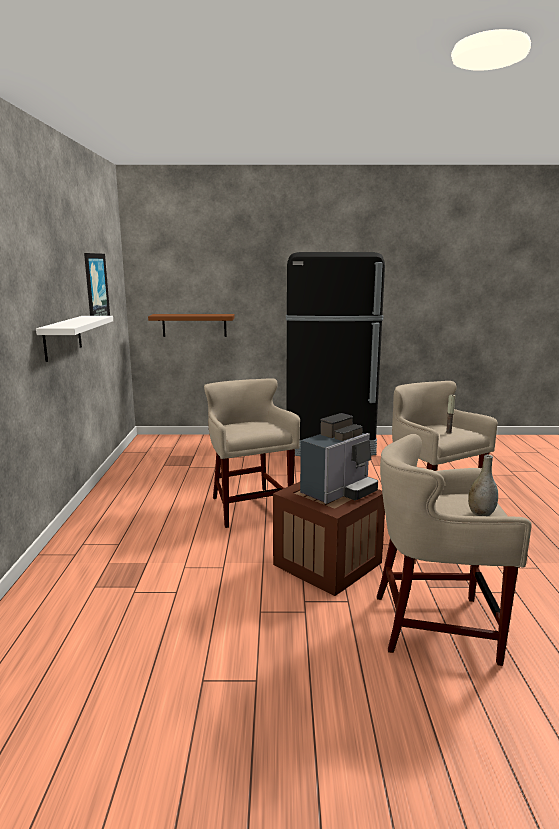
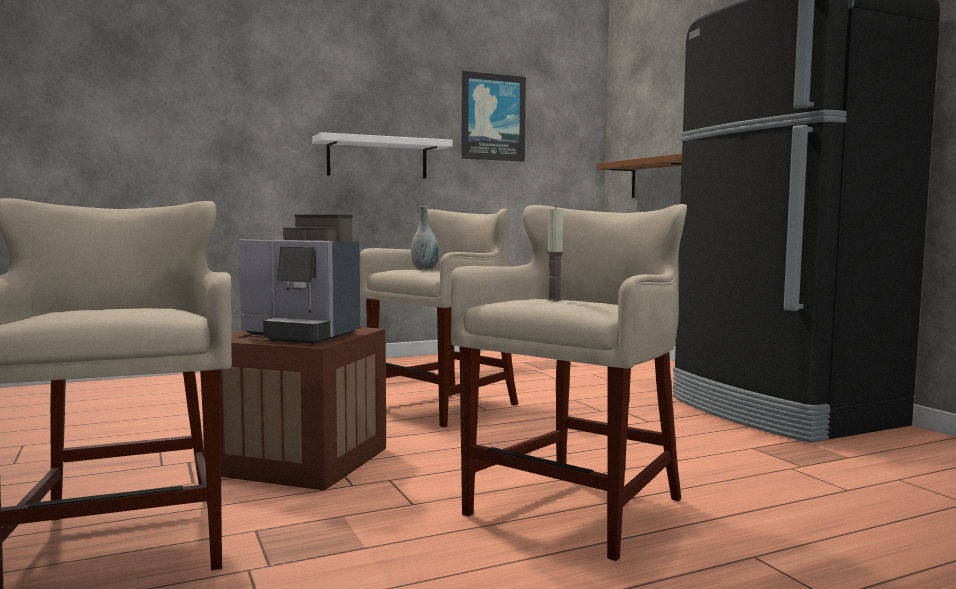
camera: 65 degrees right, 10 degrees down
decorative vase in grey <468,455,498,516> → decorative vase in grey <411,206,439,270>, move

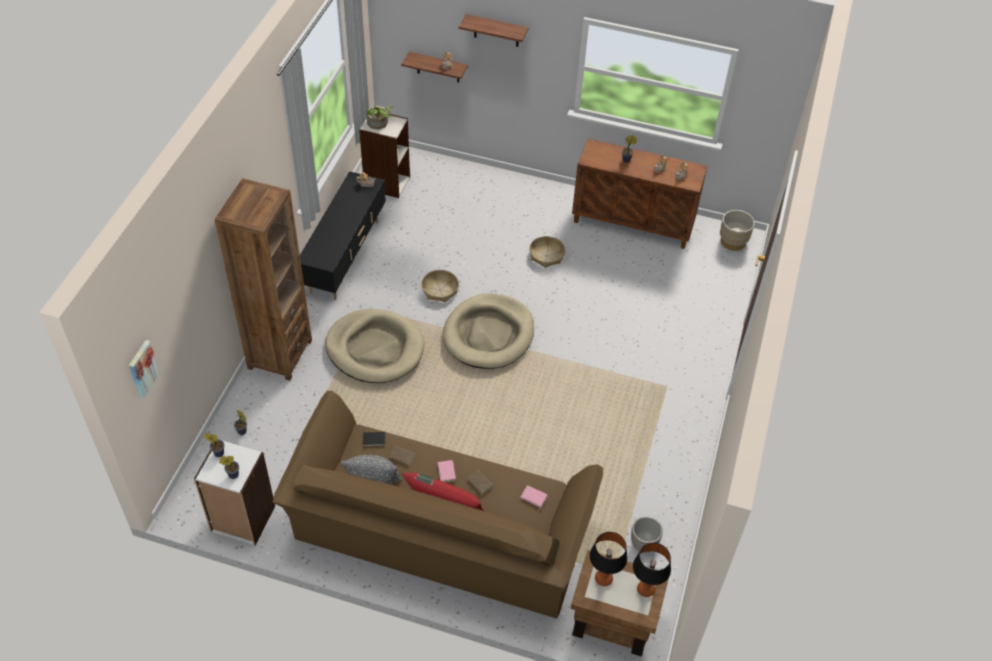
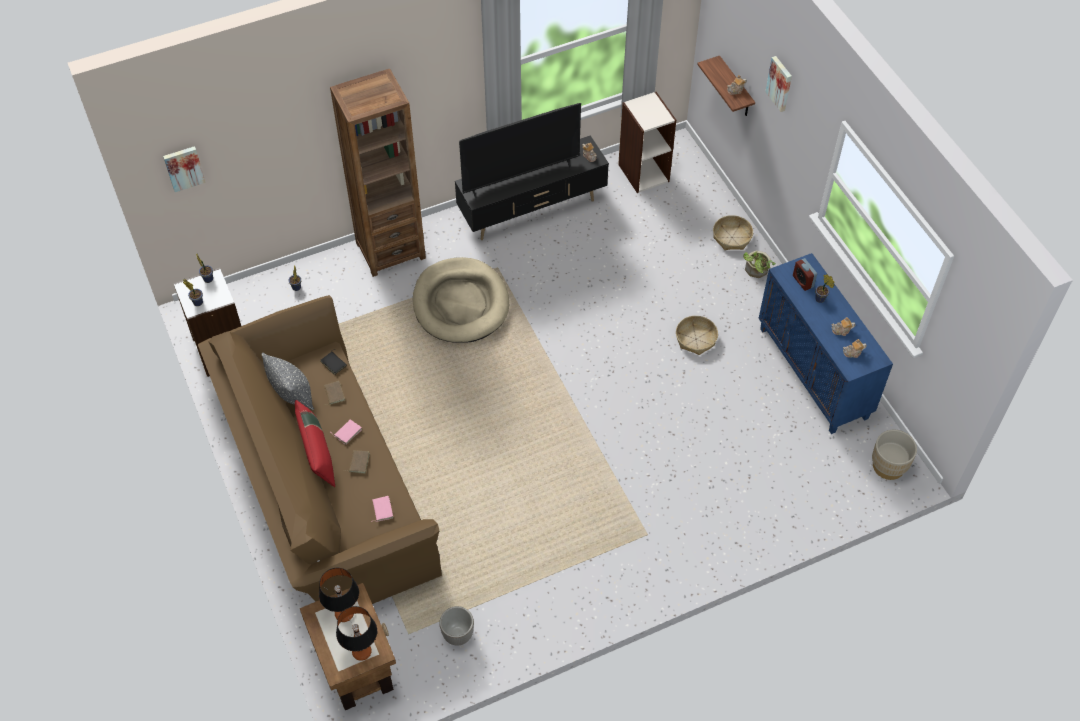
camera: 50 degrees right, 5 degrees up
pet bed in beige <443,293,534,369> → -
- → TV set <459,103,581,199>
- → alarm clock <793,258,817,291>
plant in a pot <366,106,393,130> → plant in a pot <743,250,776,278>, move
storage basket <421,270,459,302> → storage basket <713,215,753,250>, move
shelf <459,14,528,47> → wall art <765,56,792,112>
storage cabinet in brown <572,139,707,249> → storage cabinet in bluish <758,253,893,434>

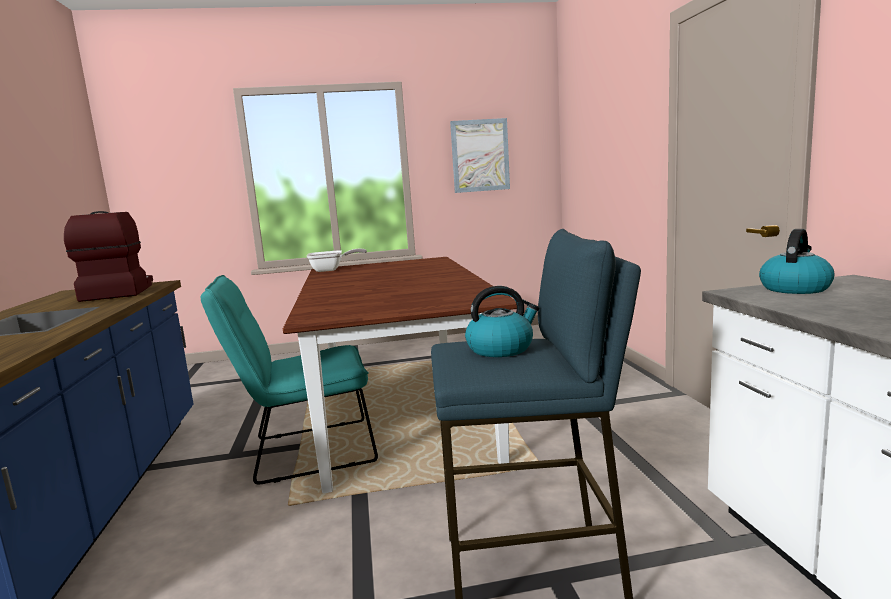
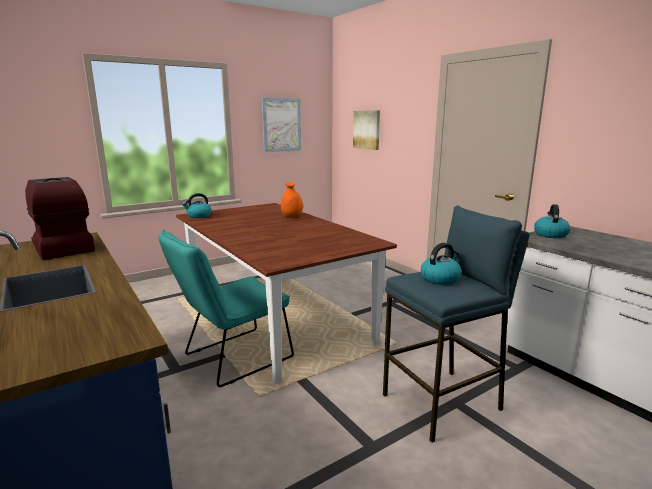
camera: 25 degrees left, 5 degrees up
- → decorative vase in orange <281,183,303,218>
- → wall art <353,110,380,150>
skillet <307,249,367,272> → tea kettle <182,193,211,218>

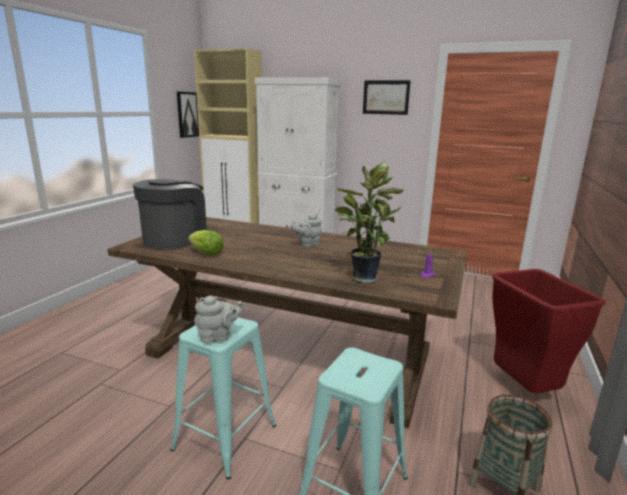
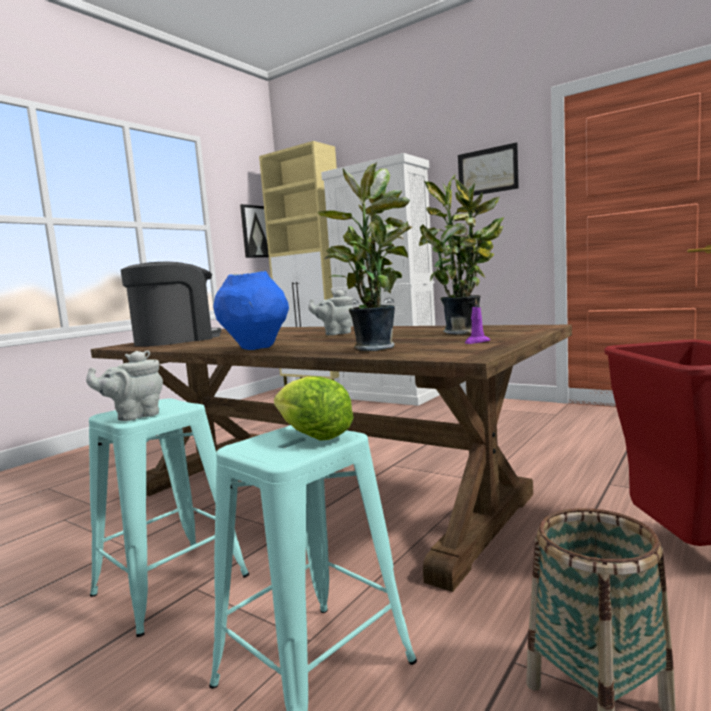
camera: 15 degrees right, 10 degrees down
- → decorative vase in bluish <213,271,289,350>
- → plant in a pot <419,174,504,335>
lettuce <188,230,224,256> → lettuce <274,376,354,441>, move
tea pot in grey <195,296,244,343> → tea pot in grey <86,350,163,421>, 150 degrees clockwise

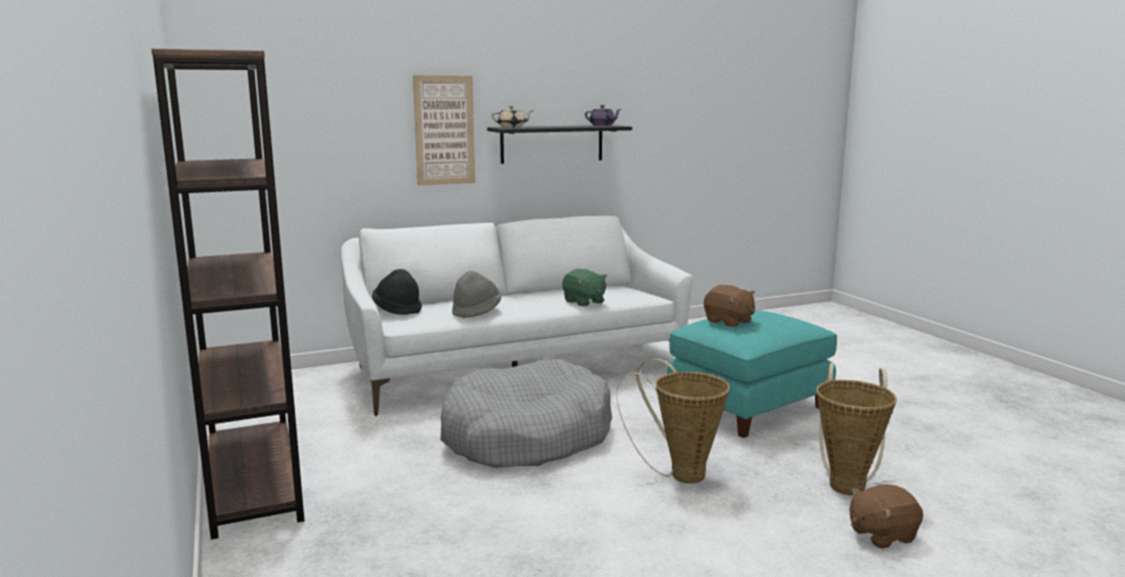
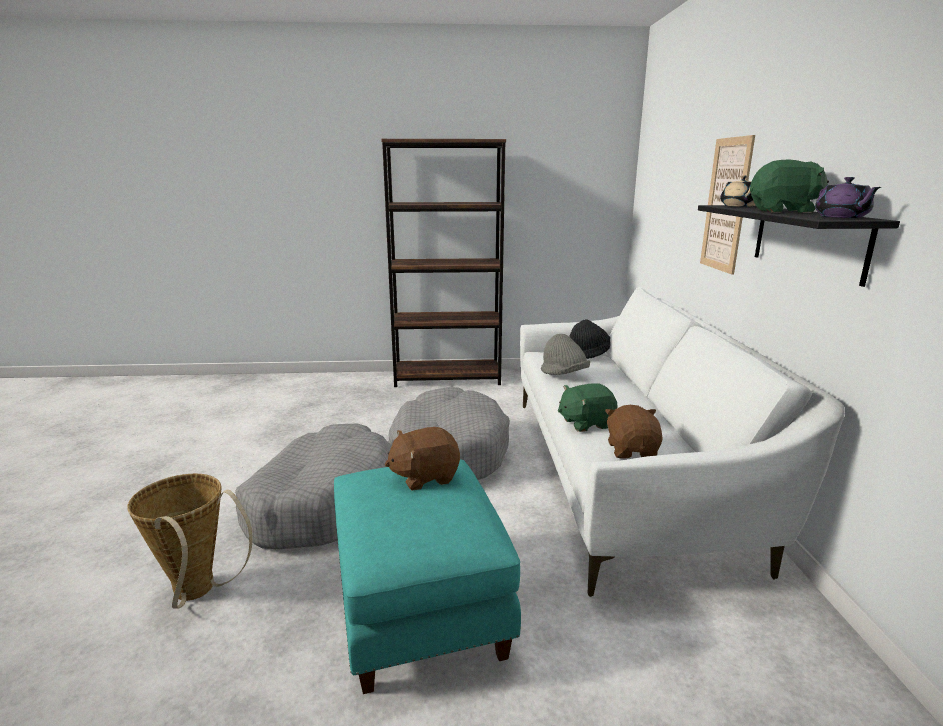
camera: 110 degrees right, 5 degrees up
- → cuddly toy in green-coloured <750,159,829,213>
cuddly toy in brown <850,484,923,549> → cuddly toy in brown <605,405,663,458>, move
storage basket <617,358,730,483> → pet bed in grey <235,424,391,549>

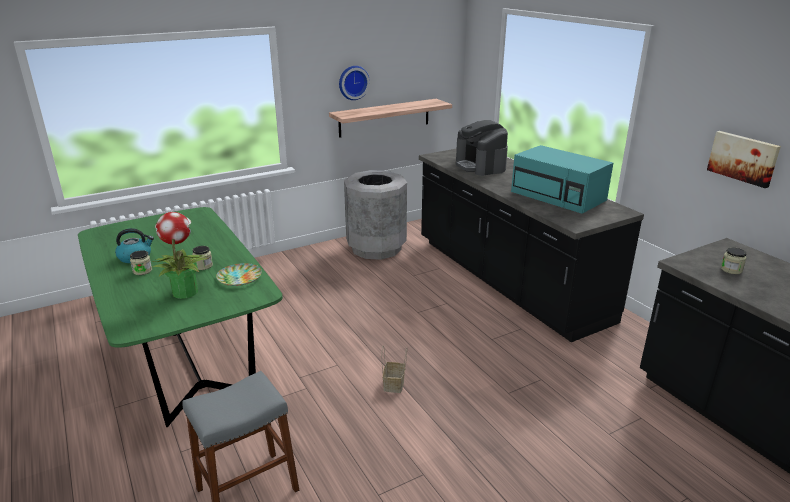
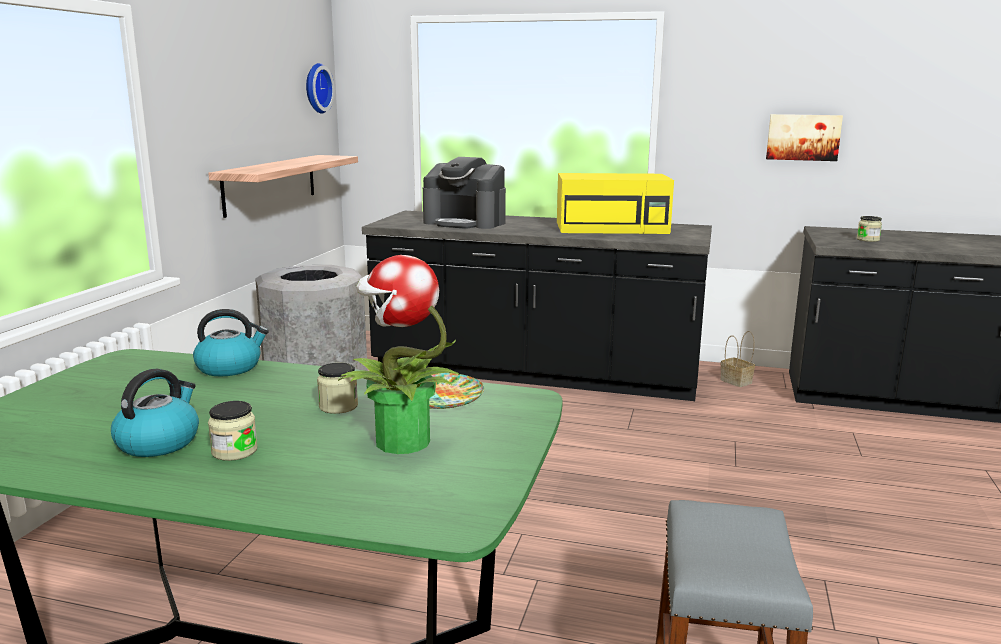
camera: 45 degrees left, 10 degrees down
- → tea kettle <193,309,269,376>
wall clock <339,66,370,100> → wall clock <306,63,335,114>, move
storage basket <382,345,407,393> → storage basket <720,331,755,387>, move
microwave oven in blue-green <511,145,613,214> → microwave oven in yellow-coloured <557,173,674,234>

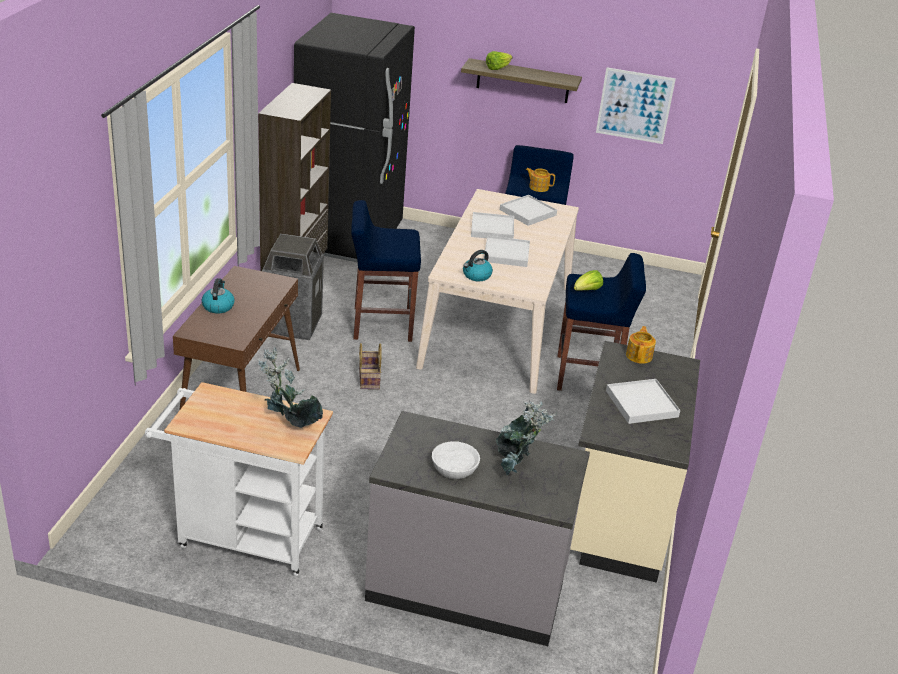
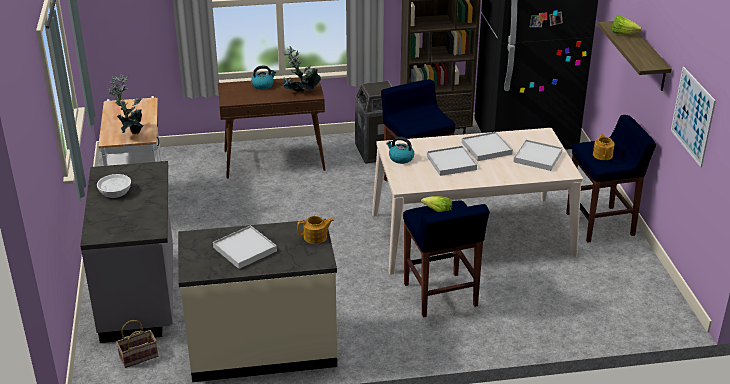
camera: 70 degrees right, 0 degrees up
storage basket <359,343,382,389> → storage basket <116,320,158,368>, move
plant in a pot <496,401,557,475> → plant in a pot <281,46,321,92>, move

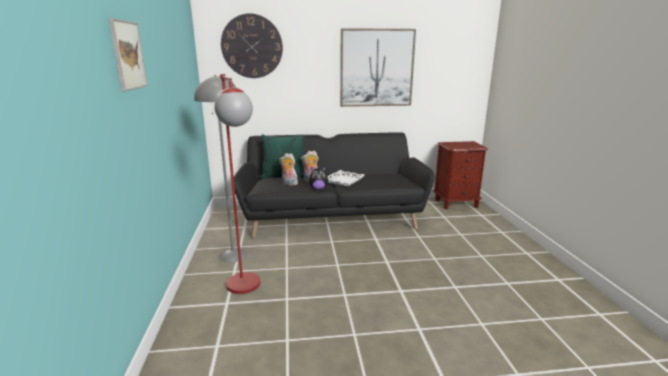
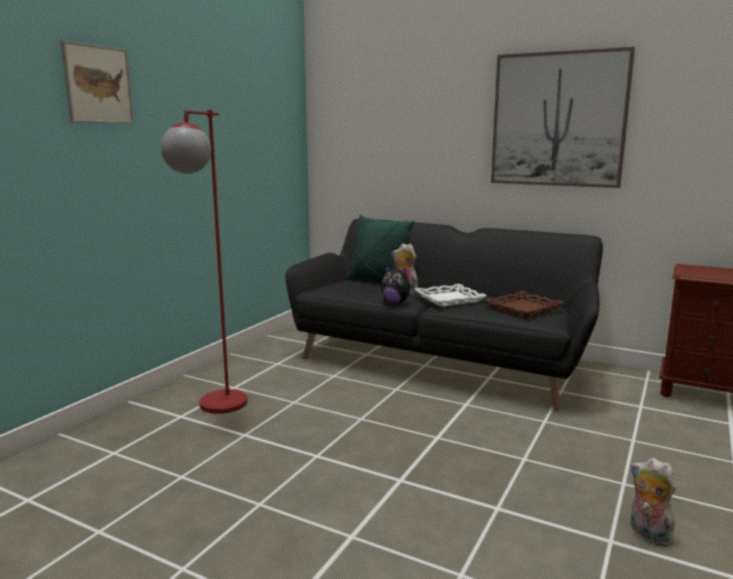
camera: 35 degrees right, 5 degrees down
standing lamp in grey <194,75,248,263> → -
wall clock <221,13,283,78> → -
- → tray in brown <485,291,564,318>
cuddly toy <279,153,298,185> → cuddly toy <630,458,677,546>, move

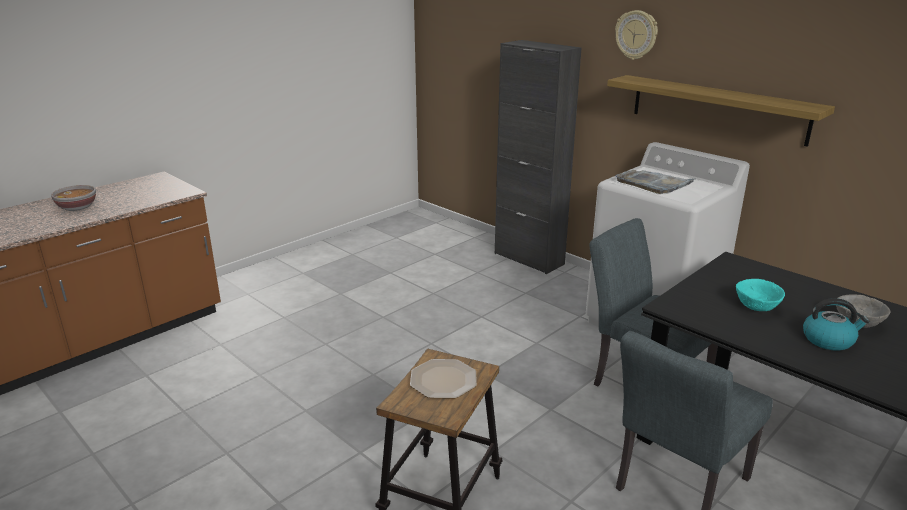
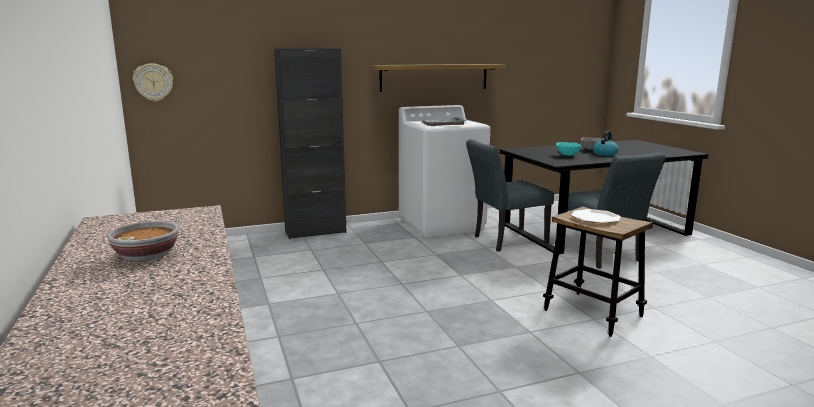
camera: 65 degrees left, 10 degrees down
wall clock <615,10,658,60> → wall clock <133,63,173,102>, move

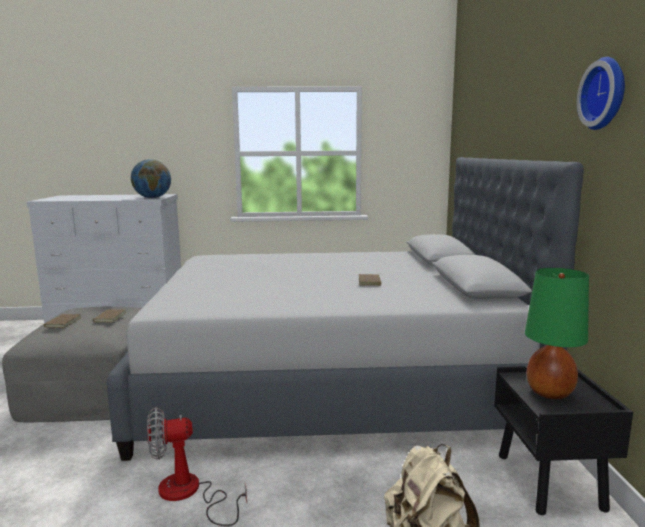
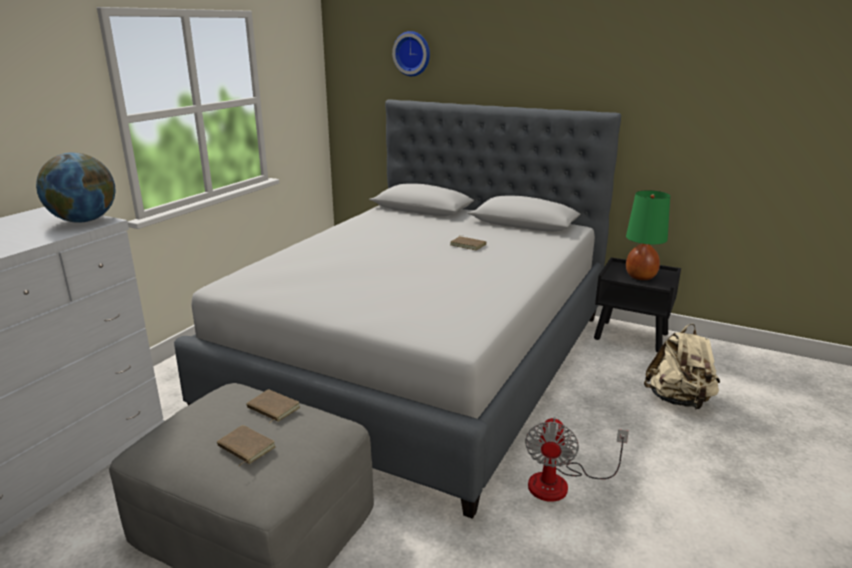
camera: 60 degrees left, 10 degrees up
wall clock <577,57,625,130> → wall clock <392,31,430,76>, move

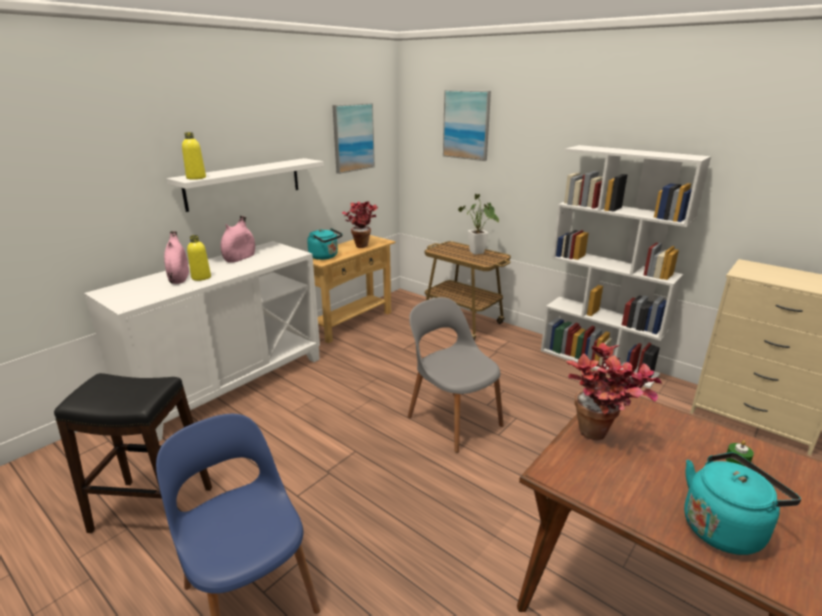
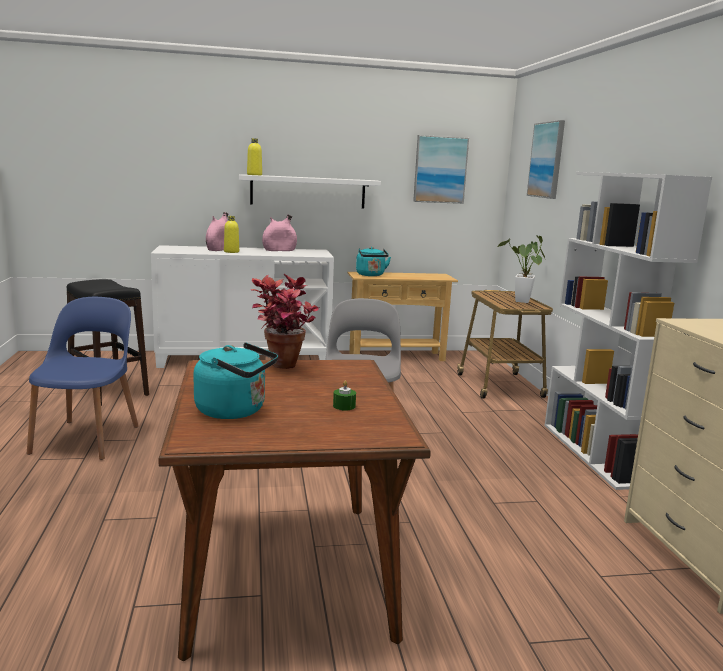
camera: 40 degrees right, 10 degrees down
plant in a pot <342,202,378,248> → -

